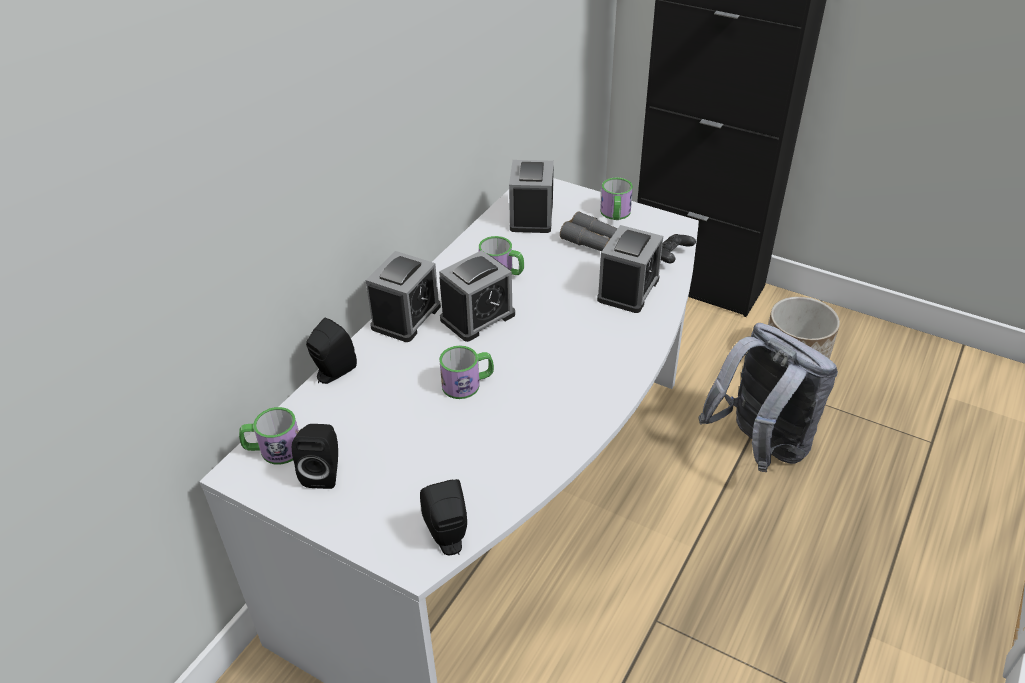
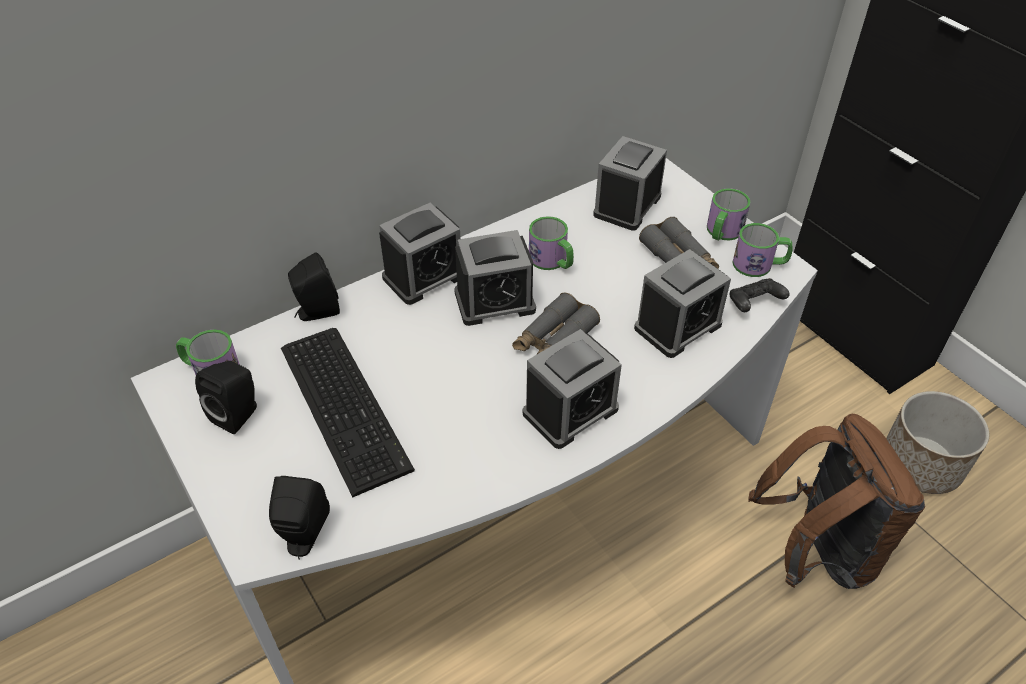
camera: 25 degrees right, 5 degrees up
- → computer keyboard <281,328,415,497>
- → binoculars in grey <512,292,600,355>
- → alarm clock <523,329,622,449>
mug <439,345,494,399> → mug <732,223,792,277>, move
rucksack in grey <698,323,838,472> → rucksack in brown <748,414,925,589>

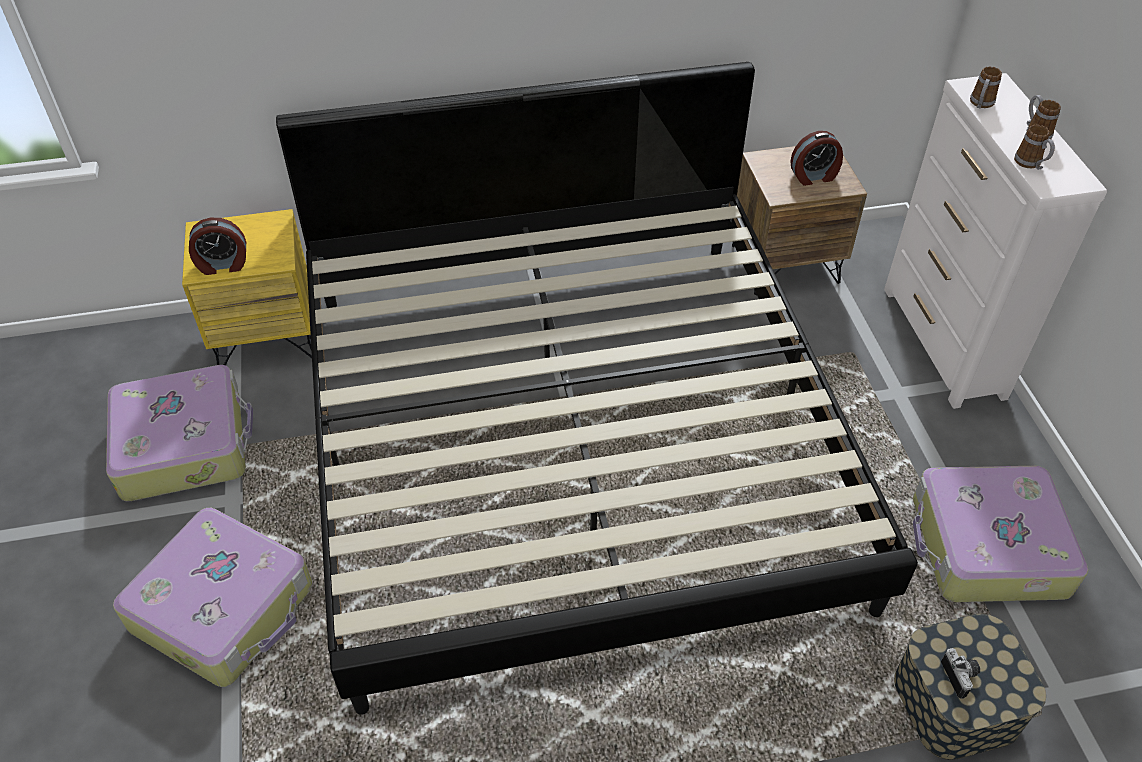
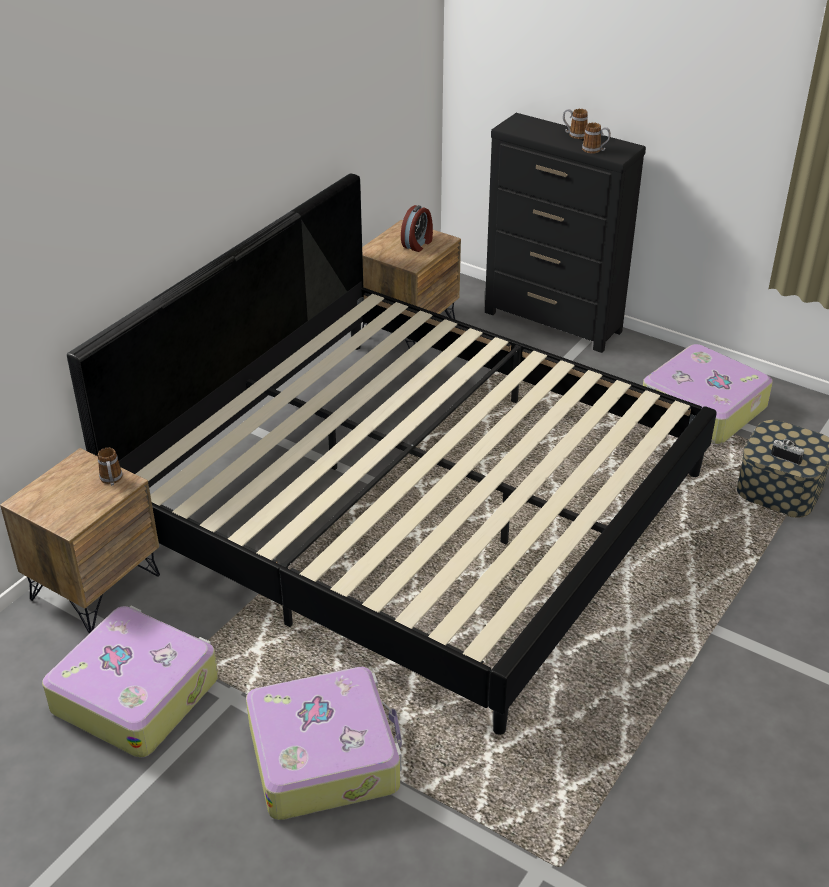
camera: 45 degrees left, 10 degrees down
alarm clock <189,218,246,275> → -
mug <970,66,1002,108> → mug <98,448,123,486>, move
nightstand in yellow-coloured <182,209,312,365> → nightstand in brown <0,448,160,633>
dresser in white <884,73,1107,409> → dresser in black <485,113,646,353>

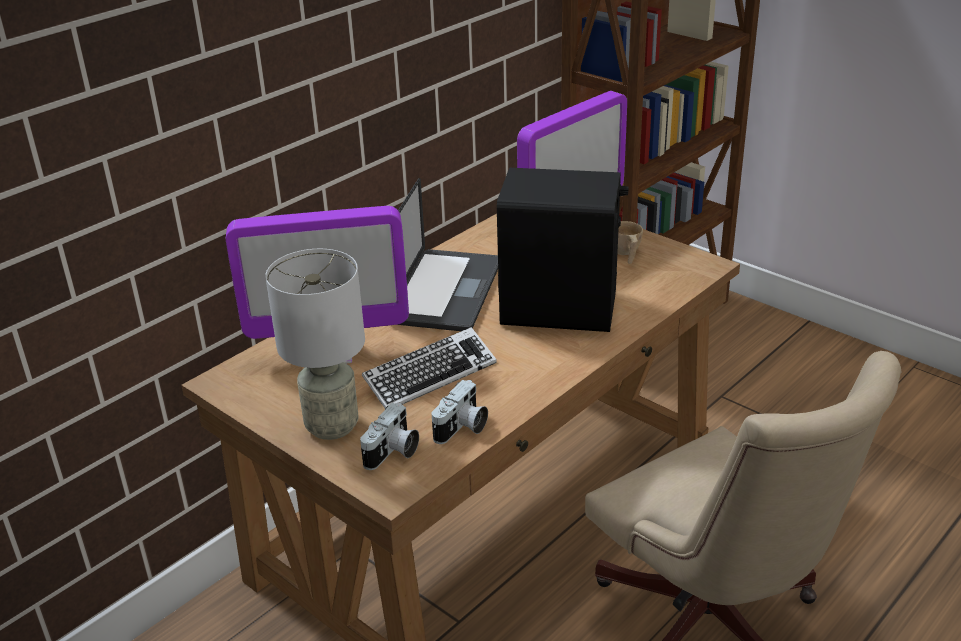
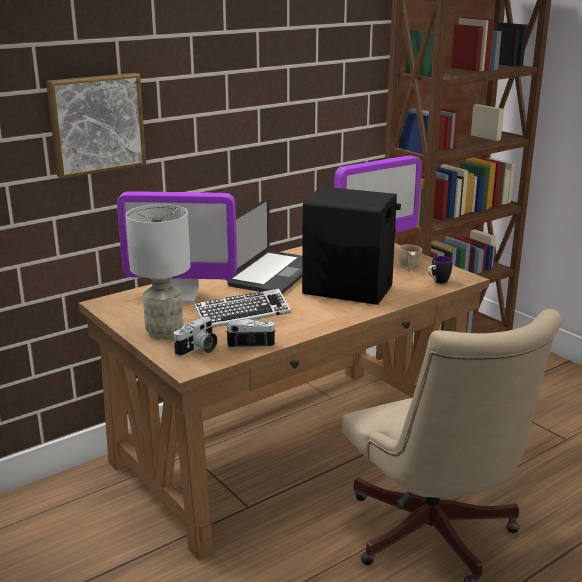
camera: 10 degrees right, 10 degrees down
- → wall art <46,73,146,179>
- → mug <428,256,452,284>
photo camera <431,380,488,444> → photo camera <225,319,277,348>, 135 degrees counterclockwise

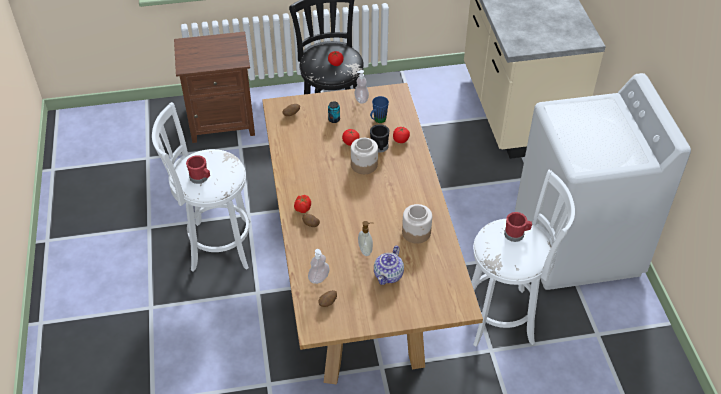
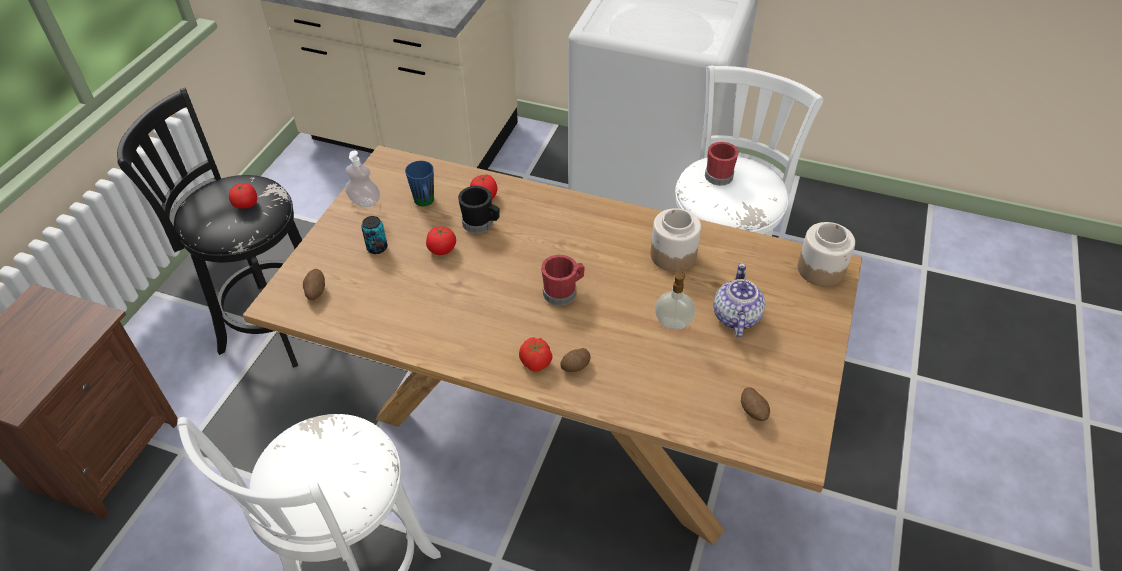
camera: 60 degrees left, 0 degrees up
soap dispenser <308,249,330,284> → -
mug in reddish <186,155,210,184> → mug in reddish <541,255,585,306>, move
storage jar <351,138,378,174> → storage jar <798,222,855,287>, move
tea pot <374,246,404,285> → tea pot <714,263,765,337>, 135 degrees counterclockwise

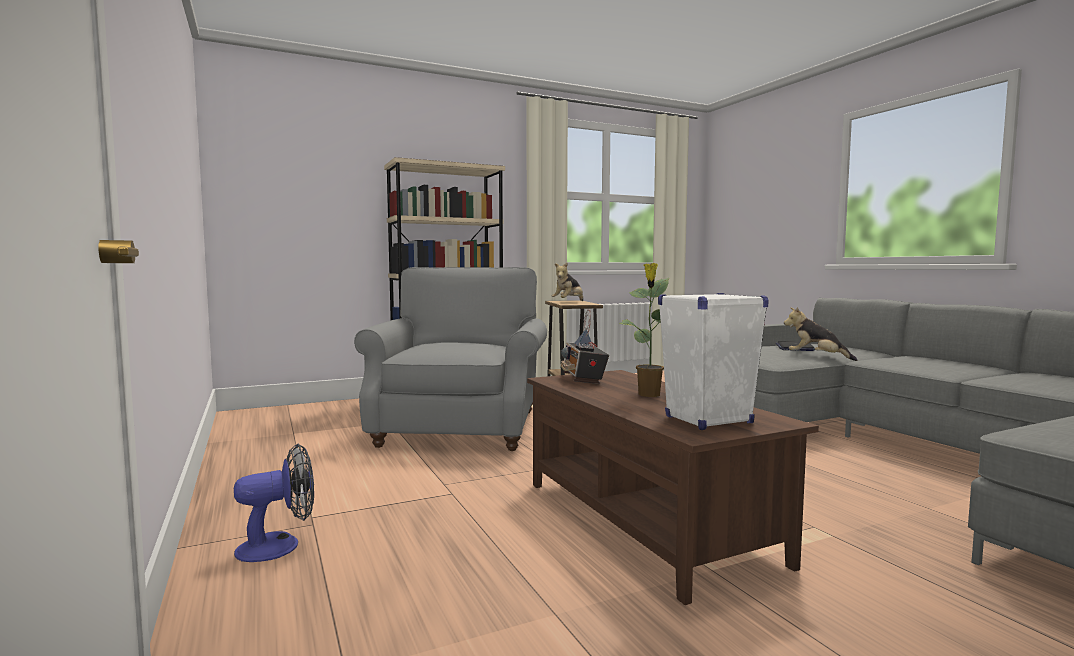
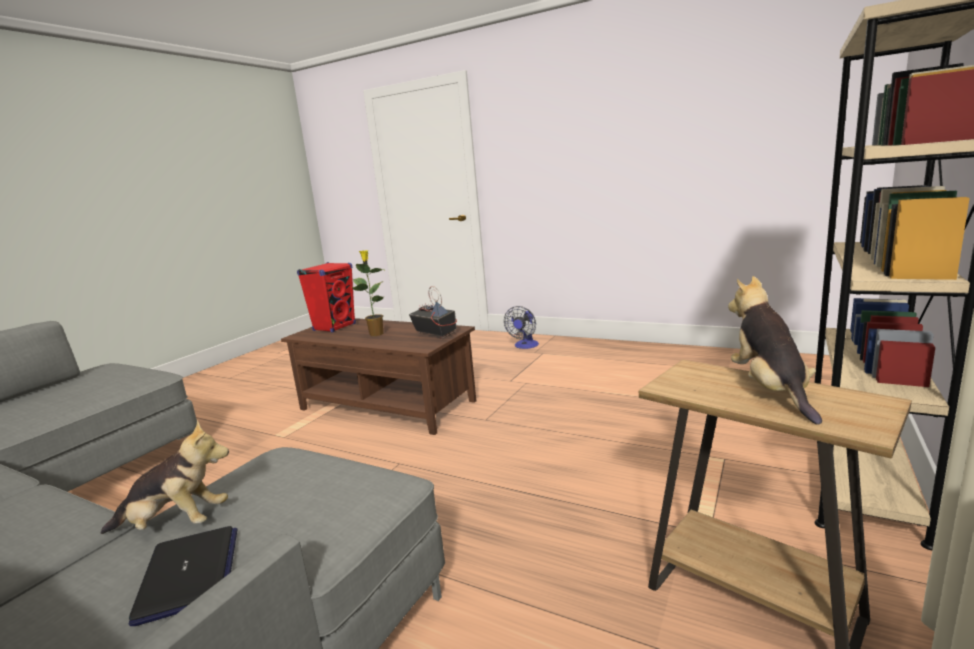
camera: 145 degrees right, 10 degrees up
easy chair in grey <354,267,547,451> → -
loudspeaker in white <658,293,769,430> → loudspeaker in reddish <297,262,356,333>

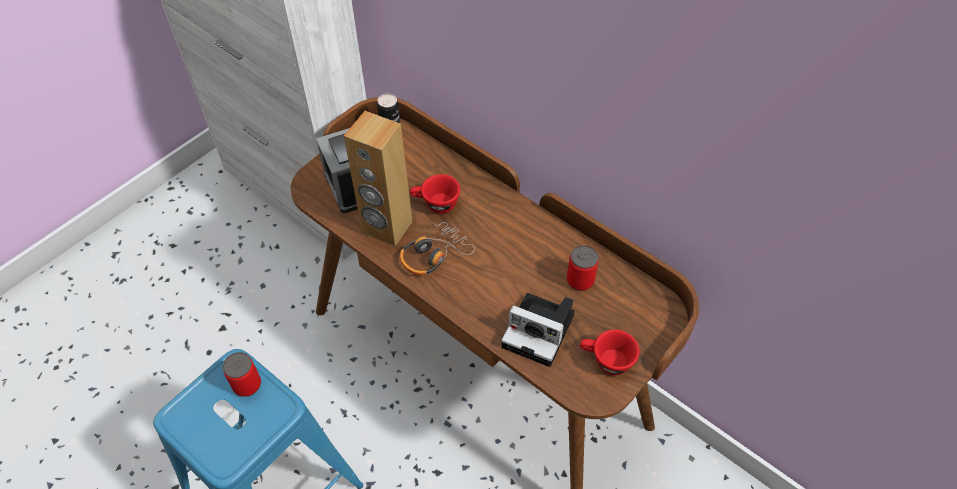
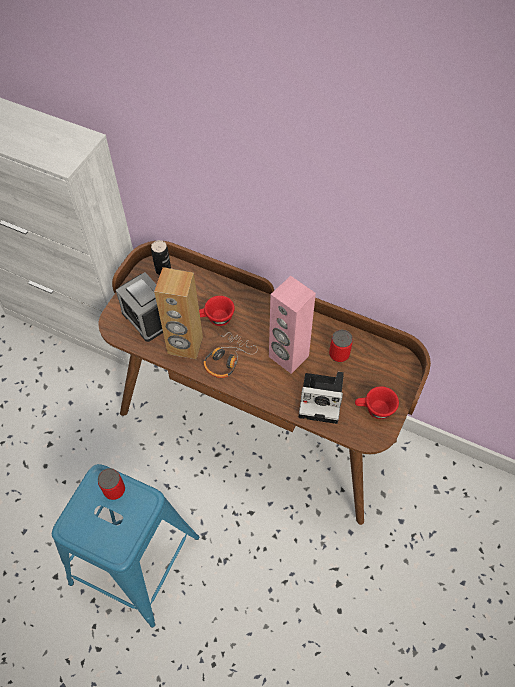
camera: 15 degrees left, 5 degrees up
- → loudspeaker in pinkish <269,276,316,374>

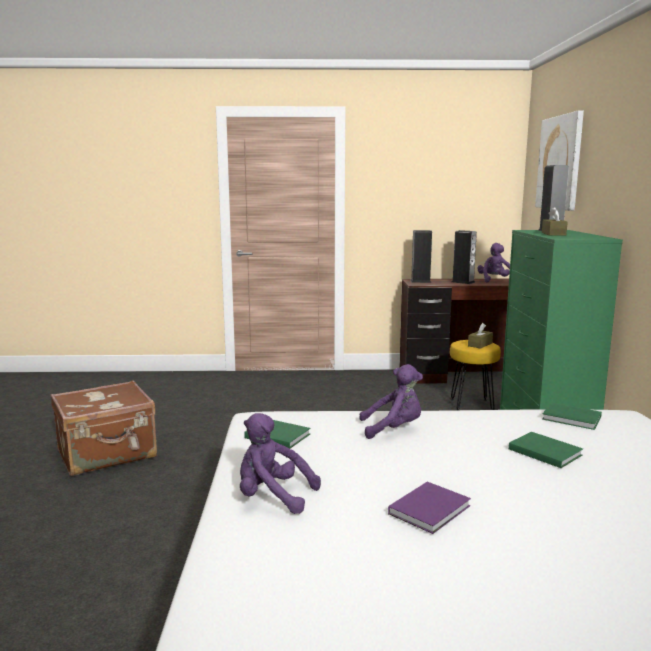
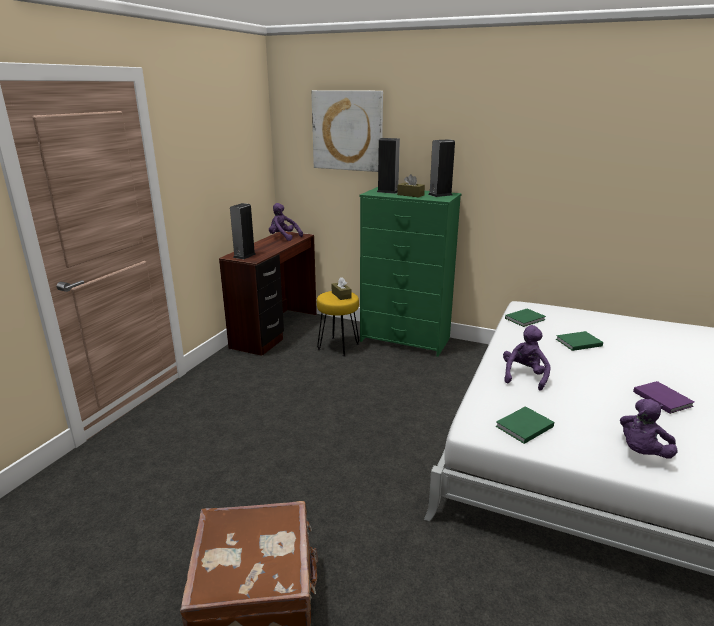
camera: 65 degrees left, 10 degrees up
loudspeaker <451,230,477,284> → loudspeaker <428,139,455,197>, move

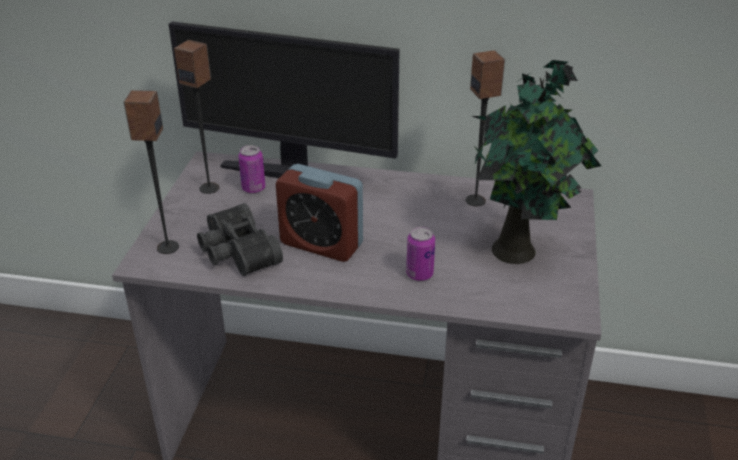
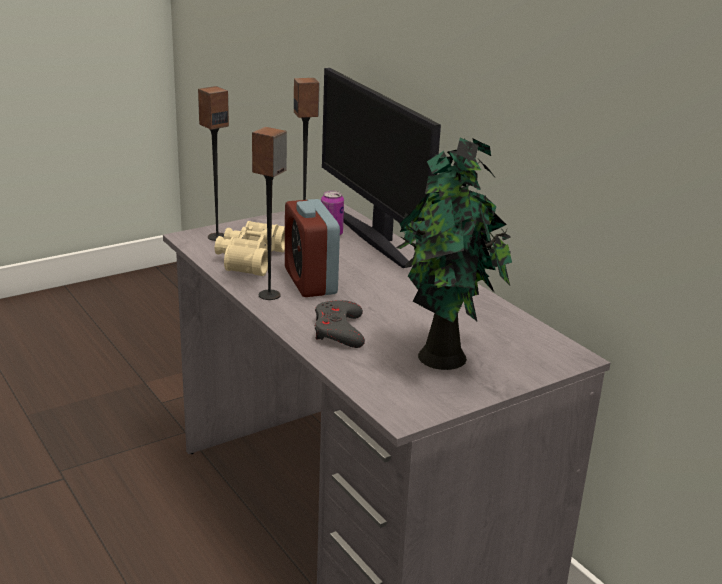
camera: 45 degrees right, 10 degrees down
loudspeaker <466,50,505,206> → loudspeaker <252,127,287,300>, move
can <406,226,435,281> → game controller in grey <315,300,365,348>
binoculars in black <197,203,283,276> → binoculars in beige <215,221,285,276>

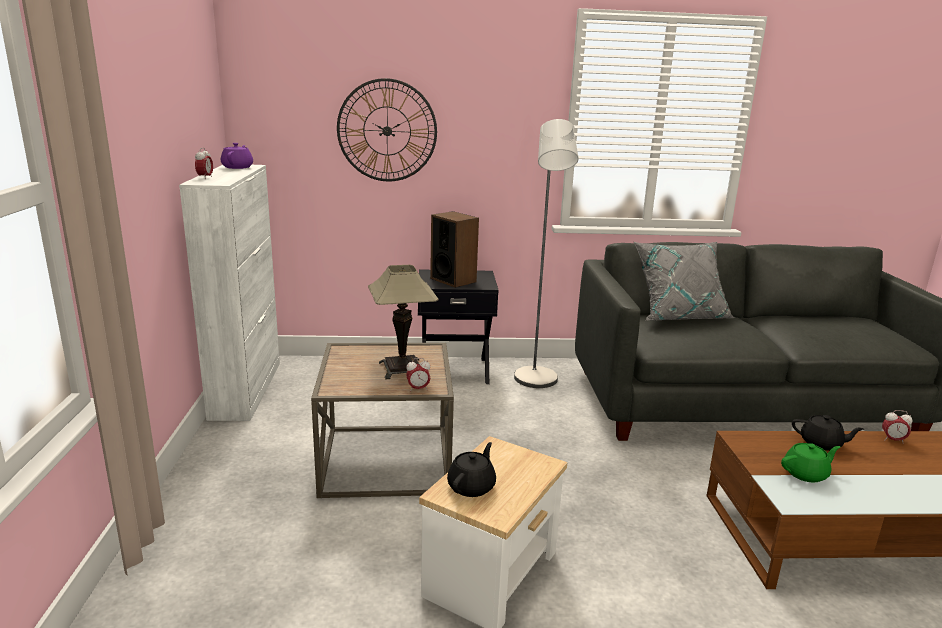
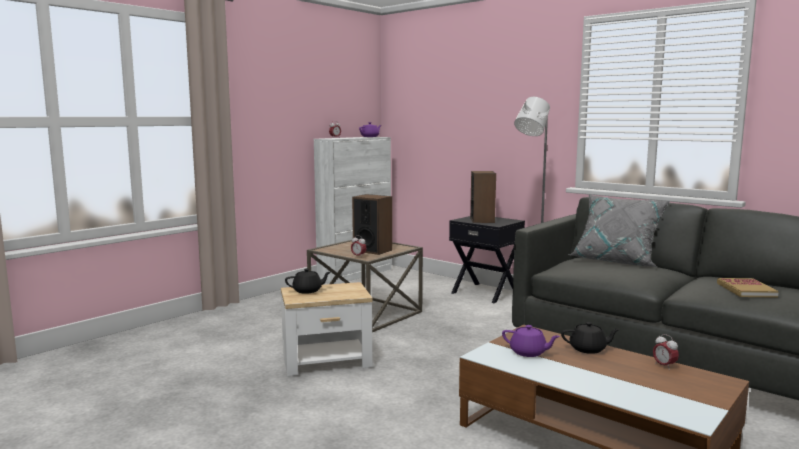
camera: 45 degrees right, 10 degrees down
wall clock <337,78,437,181> → -
- → book <717,278,779,298>
tabletop lamp <368,265,439,380> → loudspeaker <352,194,392,255>
tea pot in green-coloured <781,443,840,483> → tea pot in purplish <502,325,560,357>
tea pot in black <792,415,864,451> → tea pot in black <561,322,620,354>, 60 degrees counterclockwise

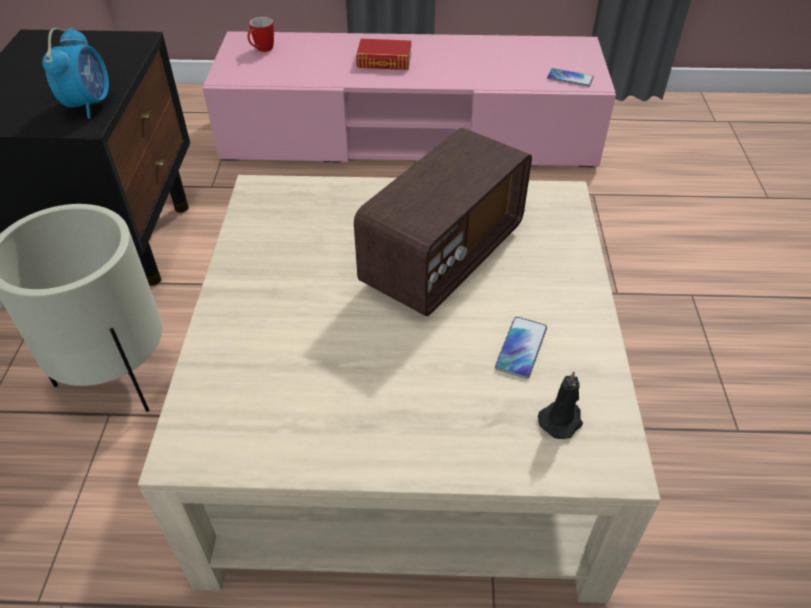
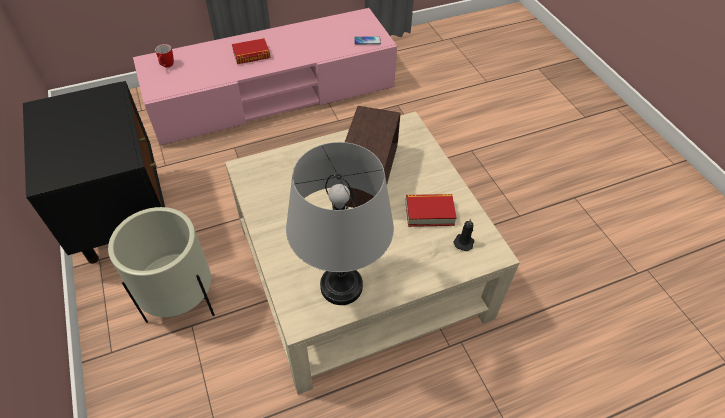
camera: 25 degrees left, 5 degrees up
alarm clock <42,27,109,119> → -
- → tabletop lamp in grey <286,142,394,305>
handset <495,317,547,379> → book <406,194,457,227>

